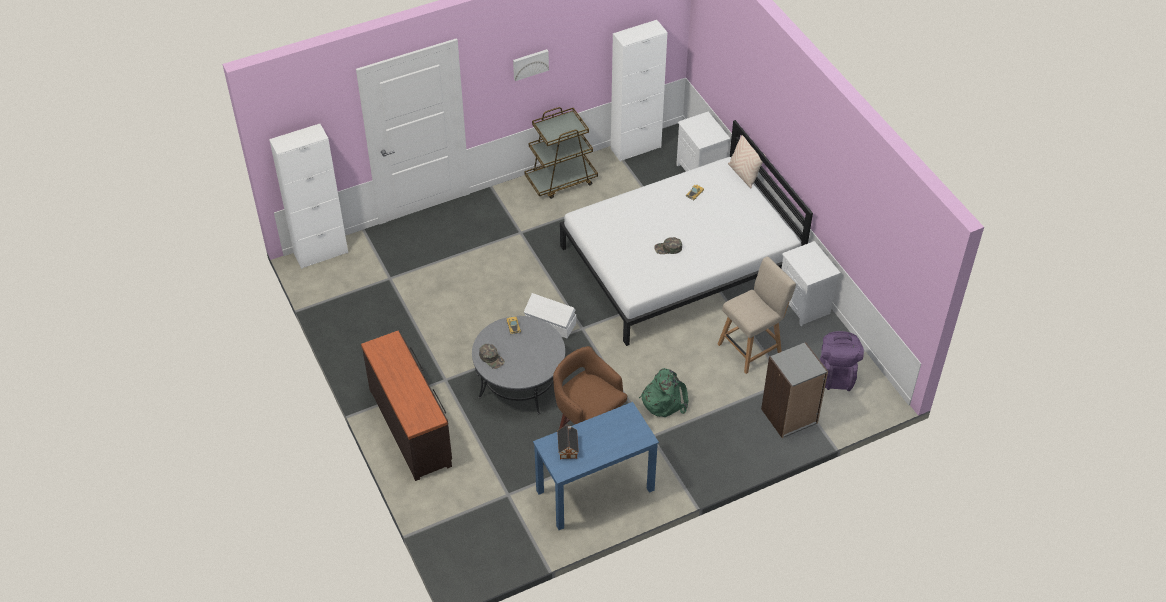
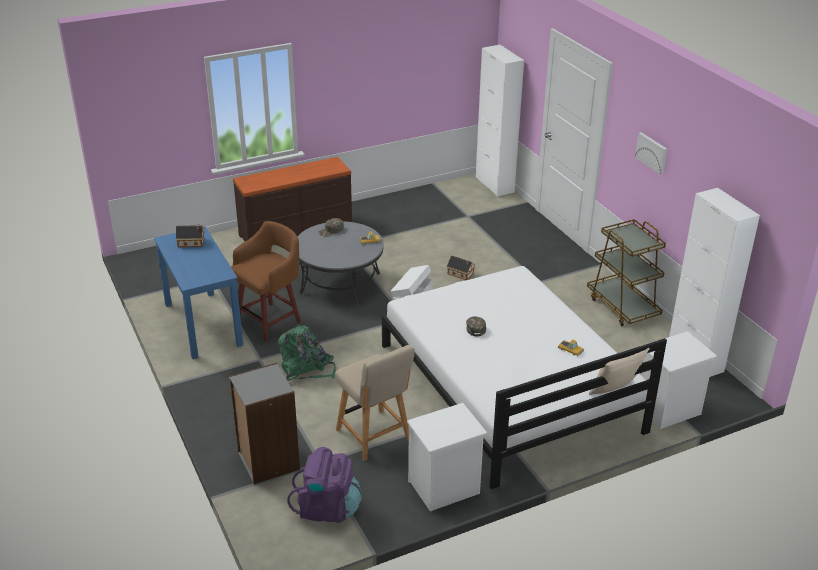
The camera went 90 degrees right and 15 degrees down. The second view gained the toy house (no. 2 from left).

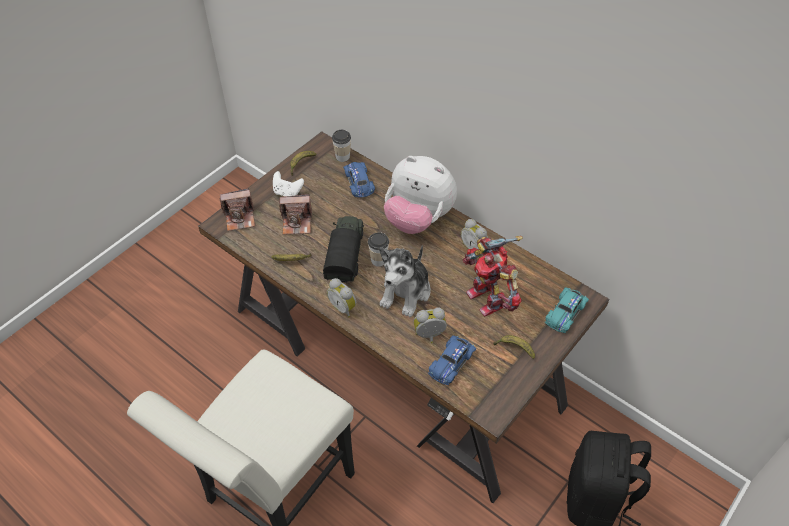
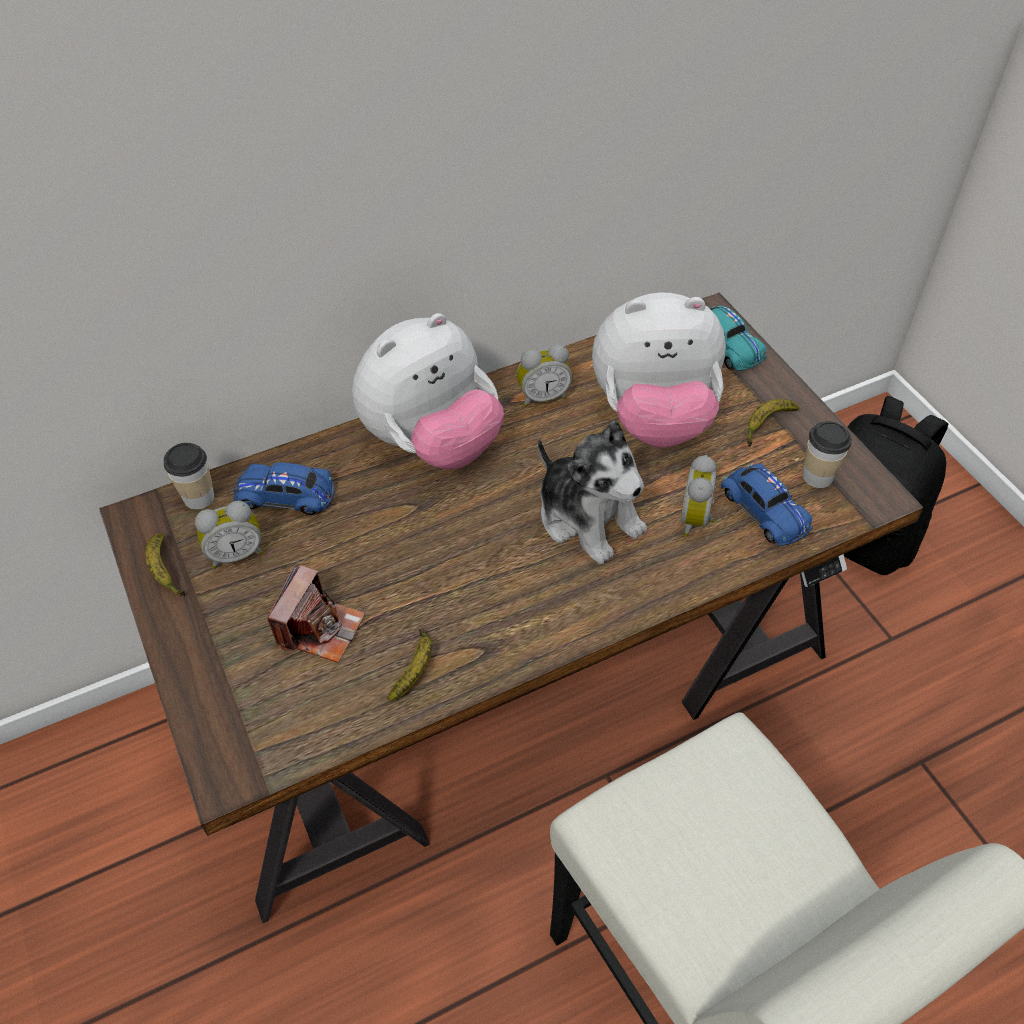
The camera went 65 degrees left and 0 degrees up. The alarm clock (no. 1 from left) ended up elsewhere. Where the toy robot stood, the plush toy (no. 3 from left) came to stand. The cup (no. 2 from left) ended up elsewhere. The second view lost the photo camera (no. 1 from left). The second view lost the white game controller. The second view lost the toy truck.

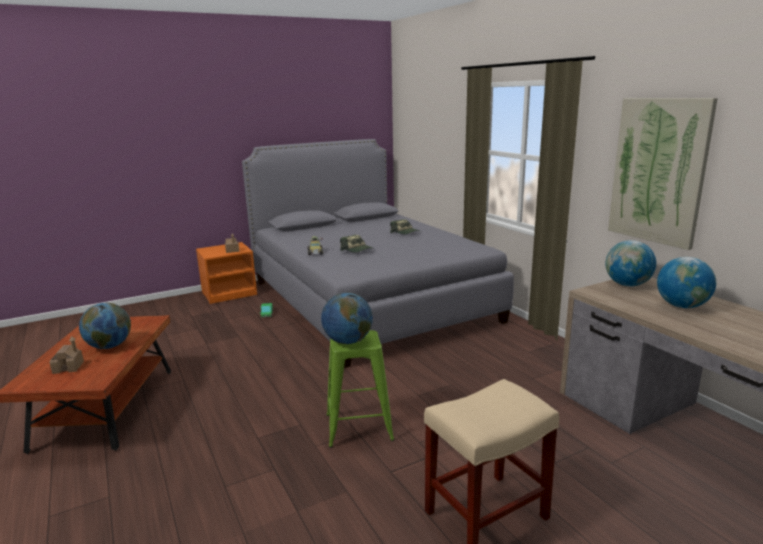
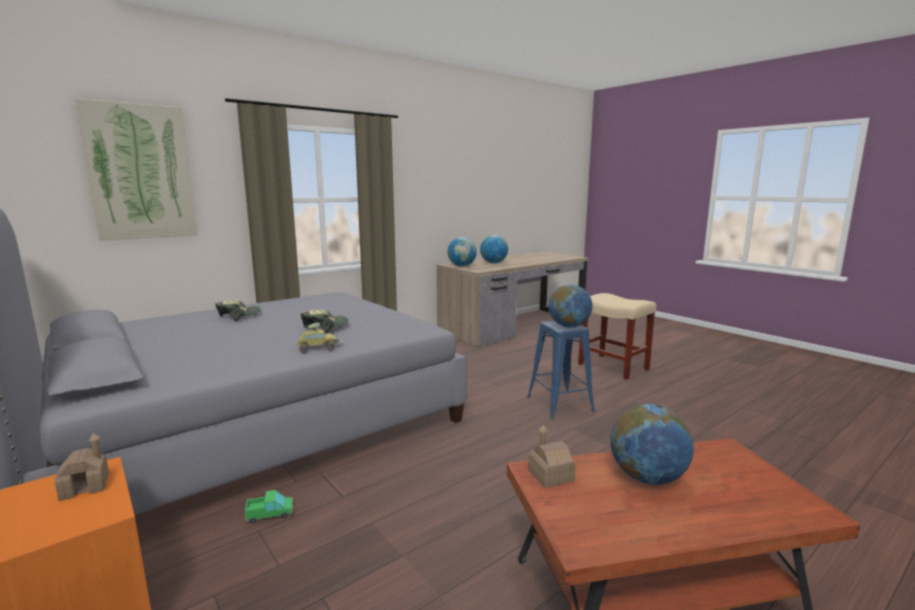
The camera went 100 degrees left and 5 degrees down. The picture ended up elsewhere. What was the green stool turned into the blue stool. The toy house (no. 1 from left in the first image) ended up elsewhere.

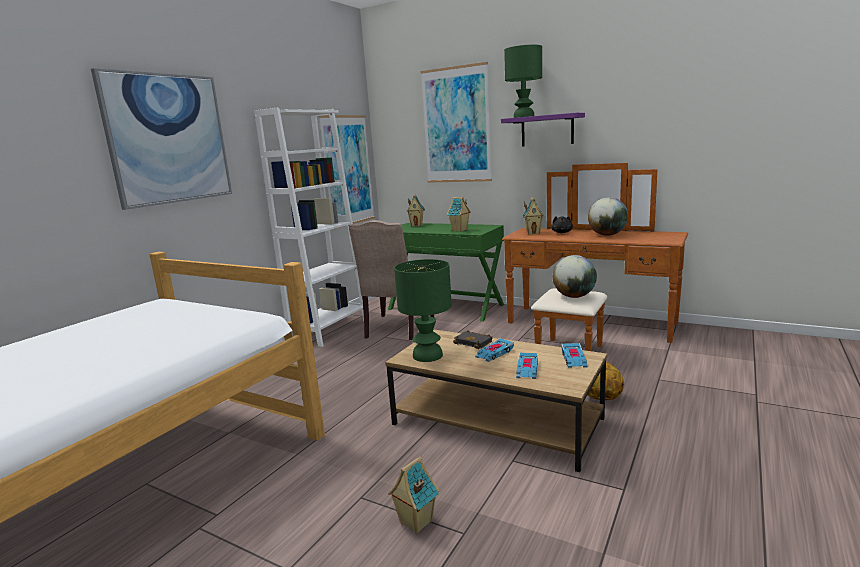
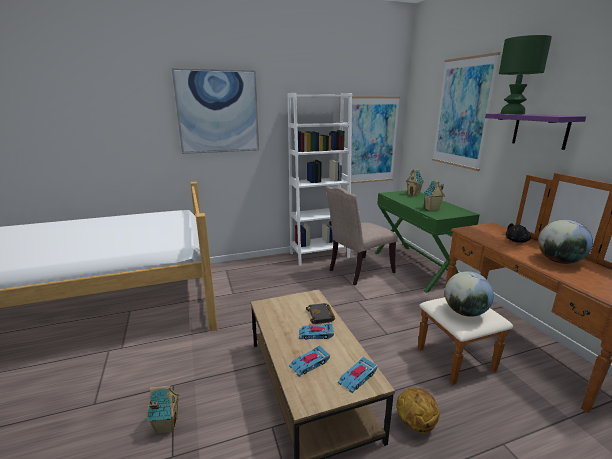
The camera went 40 degrees right and 5 degrees up. The second view lost the green table lamp (no. 1 from left). The second view lost the toy house (no. 4 from left).

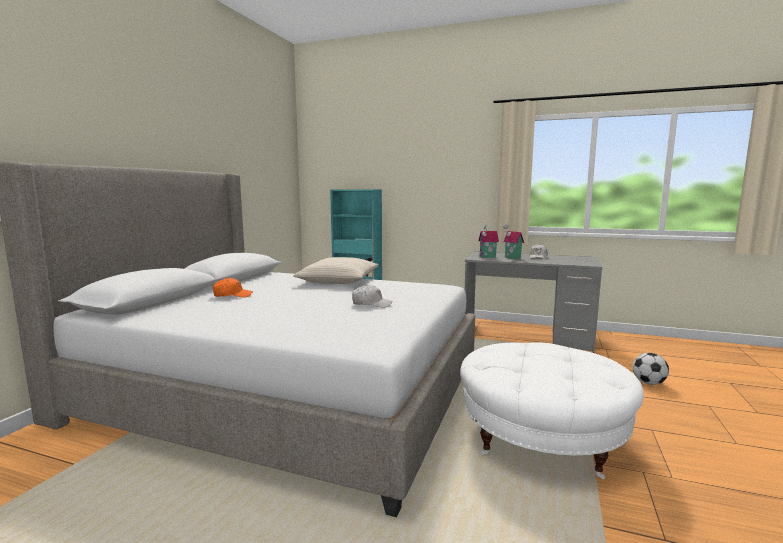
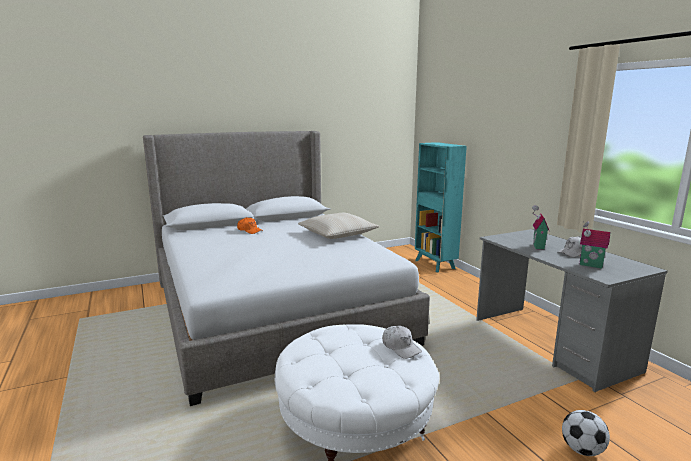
The camera went 45 degrees right and 5 degrees up. The white cap (no. 1 from left) ended up elsewhere. The toy house (no. 1 from left in the first image) ended up elsewhere.

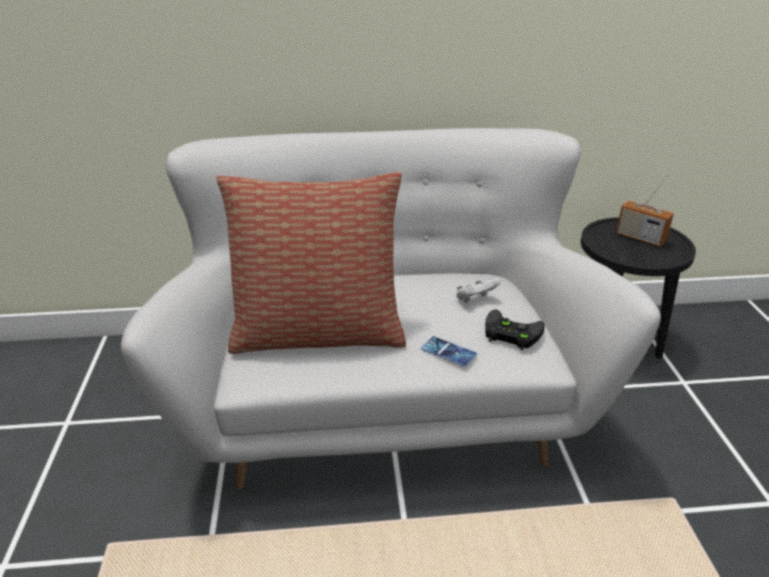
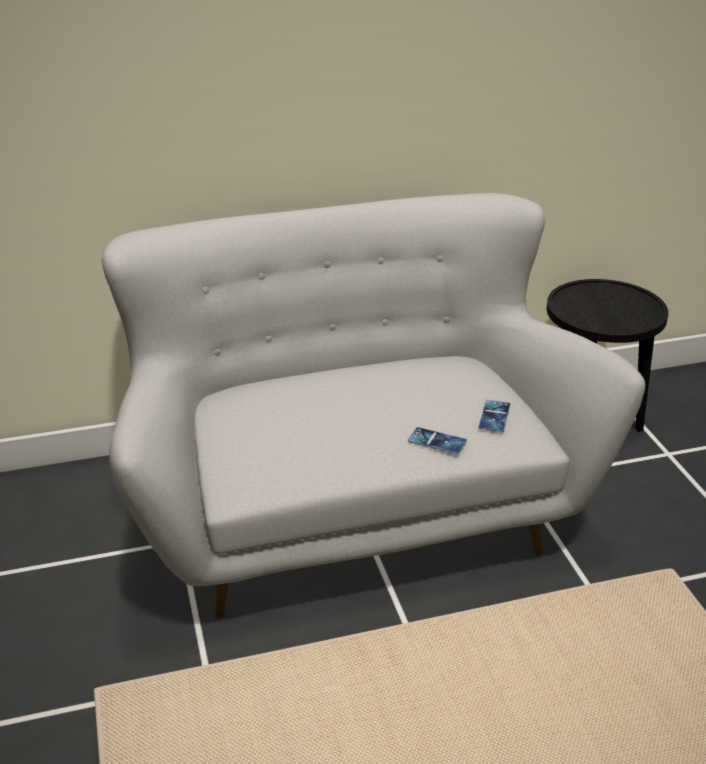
The camera went 10 degrees left and 0 degrees up. Where the black game controller stood, the phone (no. 2 from left) came to stand. The second view lost the pillow. The second view lost the white game controller. The second view lost the radio.

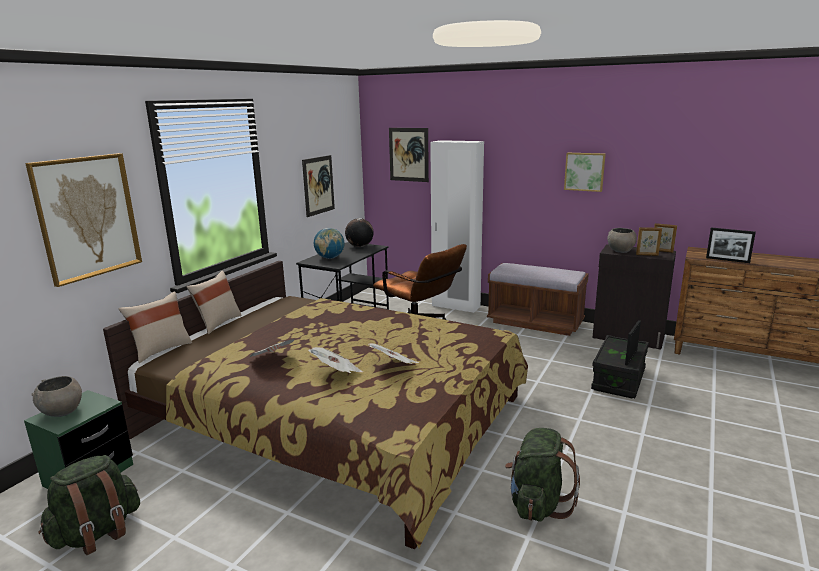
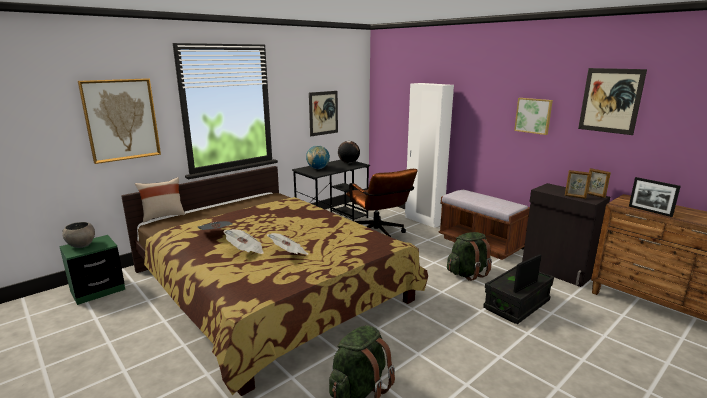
The camera went 20 degrees right and 0 degrees up. The green backpack (no. 1 from left in the first image) ended up elsewhere. The picture (no. 3 from left in the first image) ended up elsewhere. The second view lost the beige pillow (no. 2 from left). The second view lost the grey bowl (no. 2 from left).

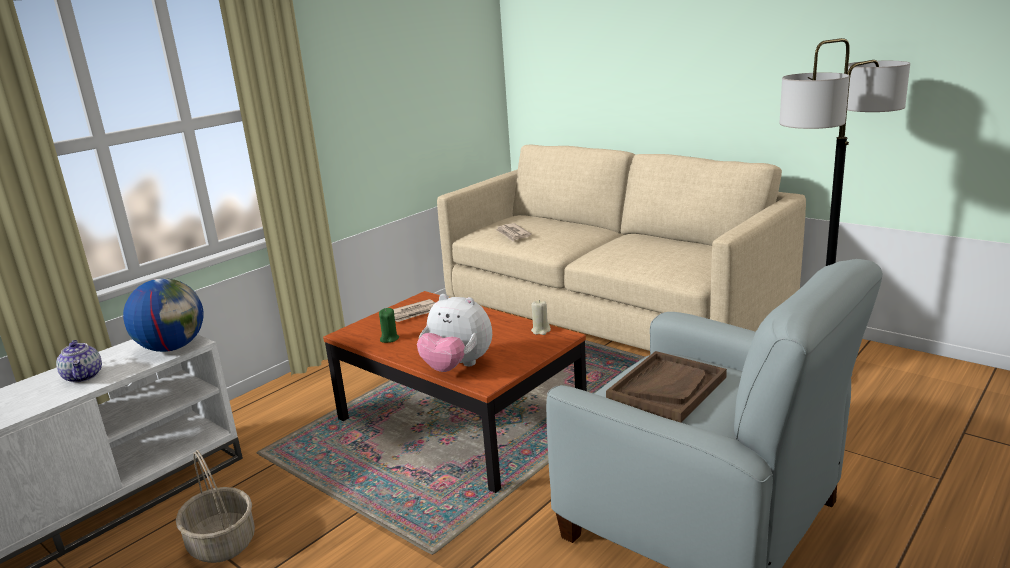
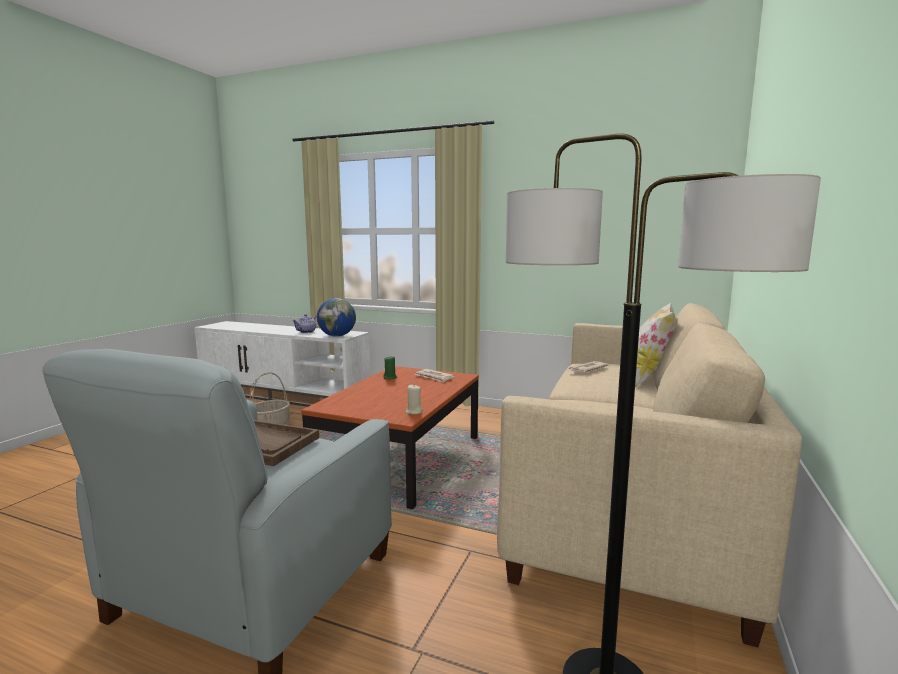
The camera went 70 degrees right and 10 degrees down. The second view gained the pillow. The second view lost the plush toy.

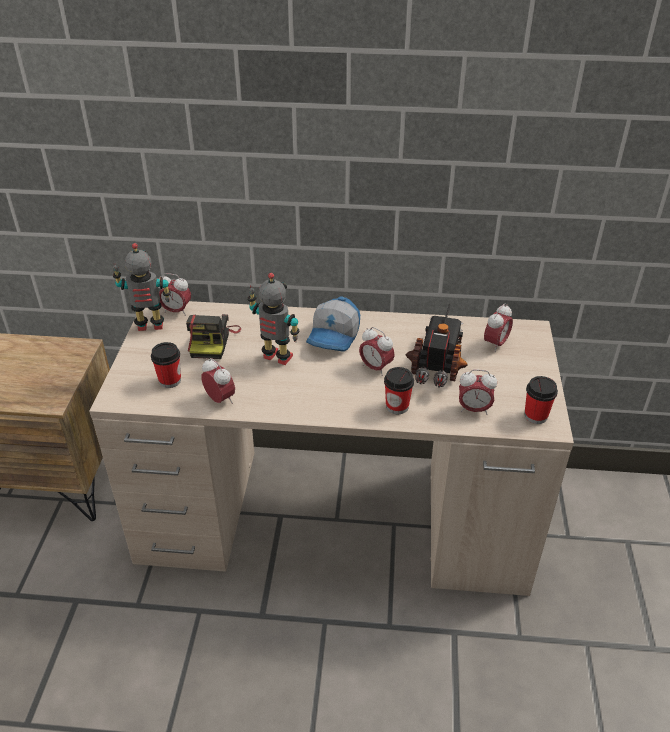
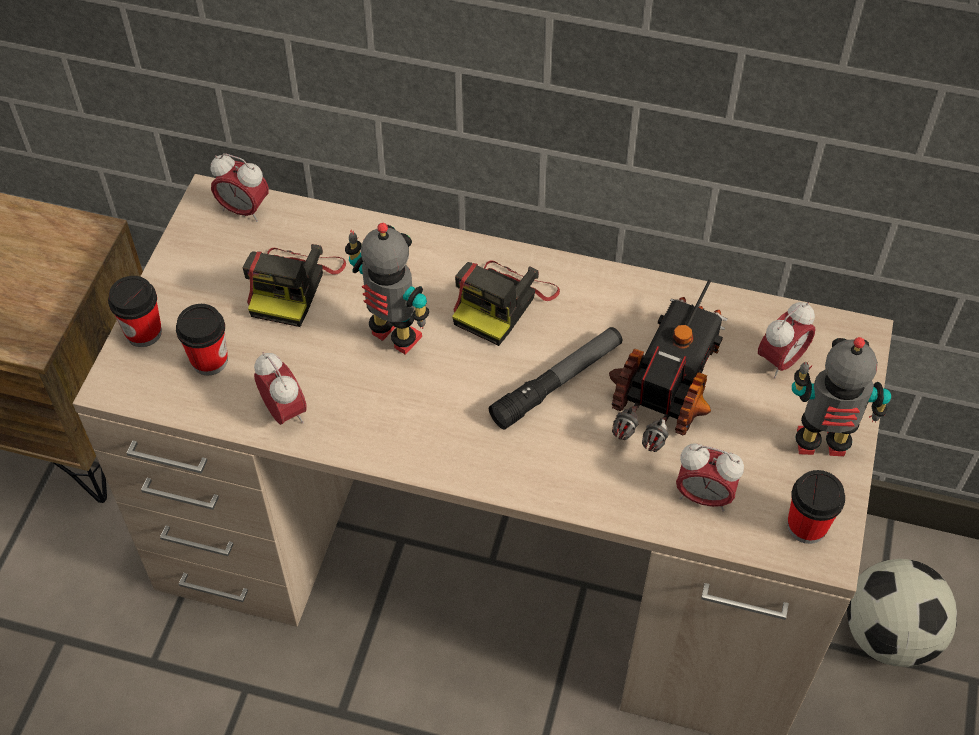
The camera went 10 degrees right and 15 degrees up. The cup (no. 2 from left in the first image) ended up elsewhere. Where the cap stood, the photo camera (no. 2 from left) came to stand. Where the alarm clock (no. 3 from left) stood, the flashlight came to stand. The toy robot (no. 1 from left in the first image) ended up elsewhere. The second view gained the football.

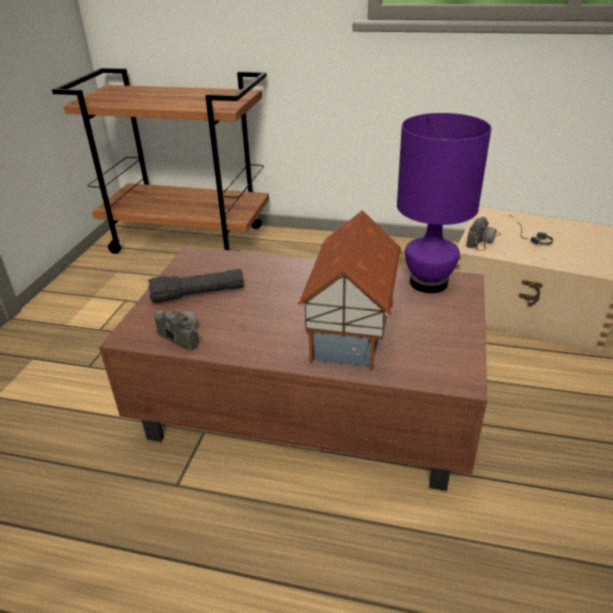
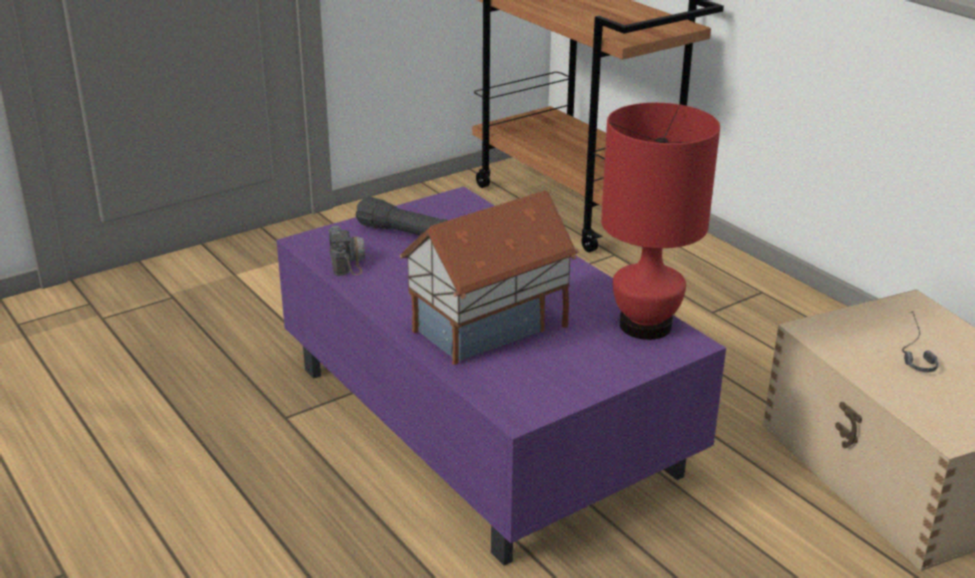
The camera went 40 degrees right and 5 degrees down. What was the brown coffee table turned into the purple coffee table. What was the purple table lamp turned into the red table lamp. The second view lost the photo camera (no. 2 from left).

